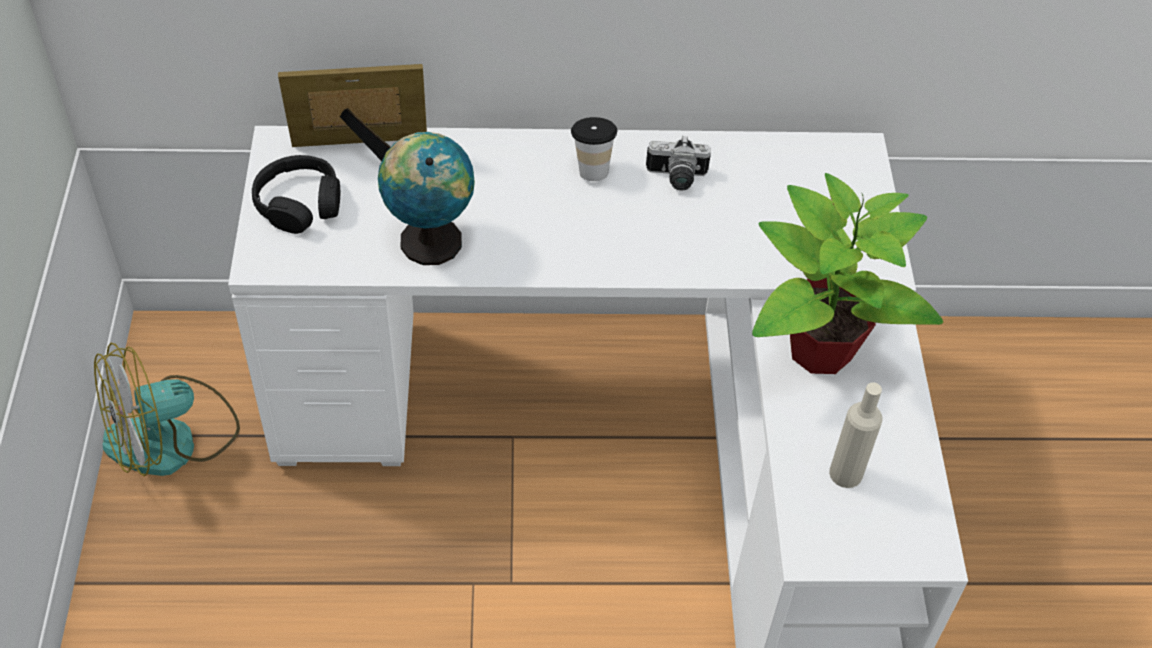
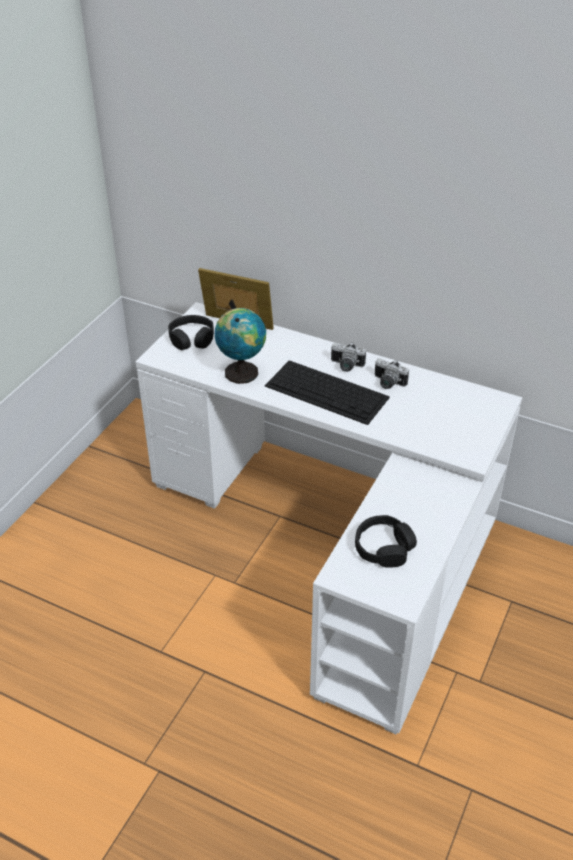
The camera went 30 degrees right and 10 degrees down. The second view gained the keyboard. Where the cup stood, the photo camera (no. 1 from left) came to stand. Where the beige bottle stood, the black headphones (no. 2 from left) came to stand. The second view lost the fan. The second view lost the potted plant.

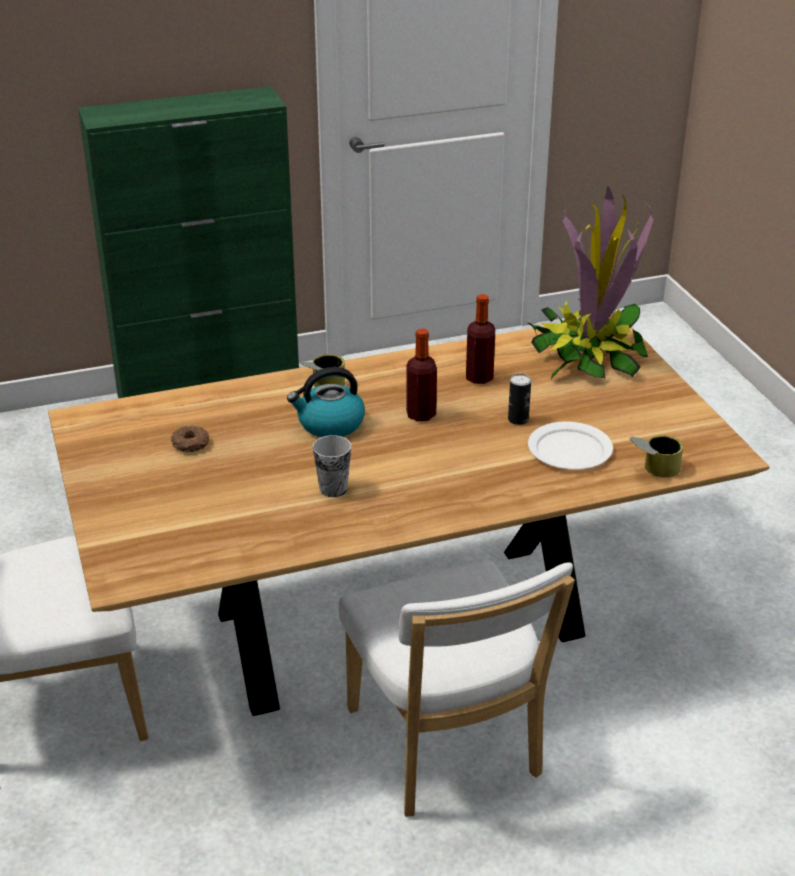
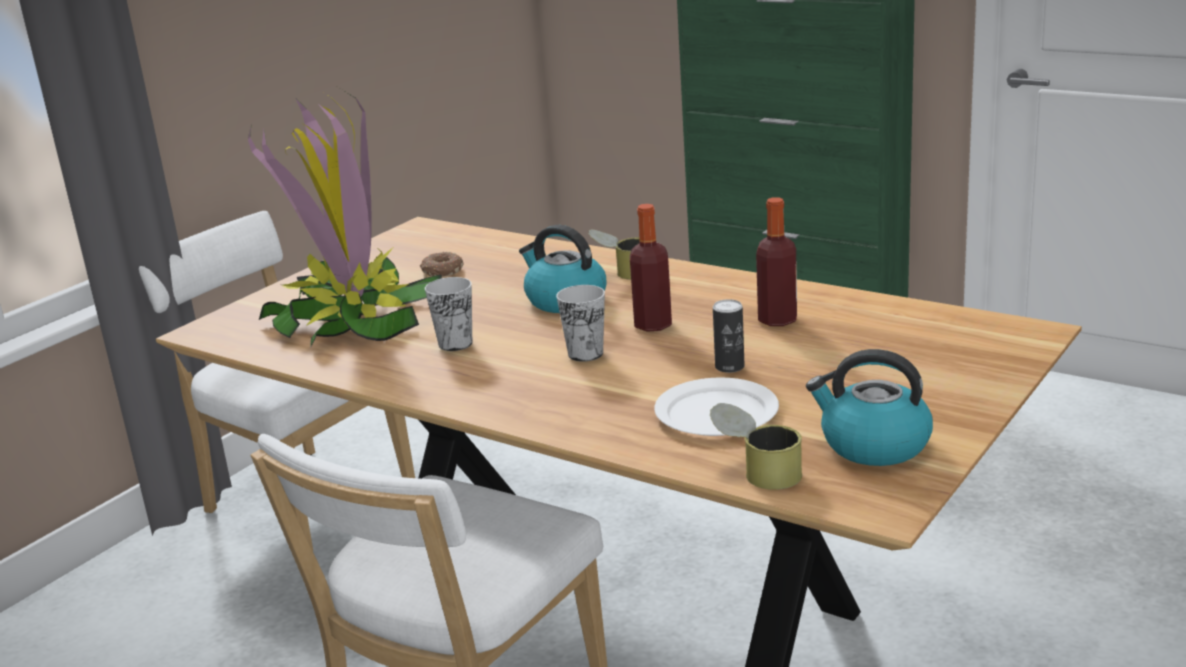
The camera went 55 degrees right and 10 degrees down. The potted plant ended up elsewhere. The second view gained the cup (no. 2 from left). The second view gained the kettle (no. 2 from left).

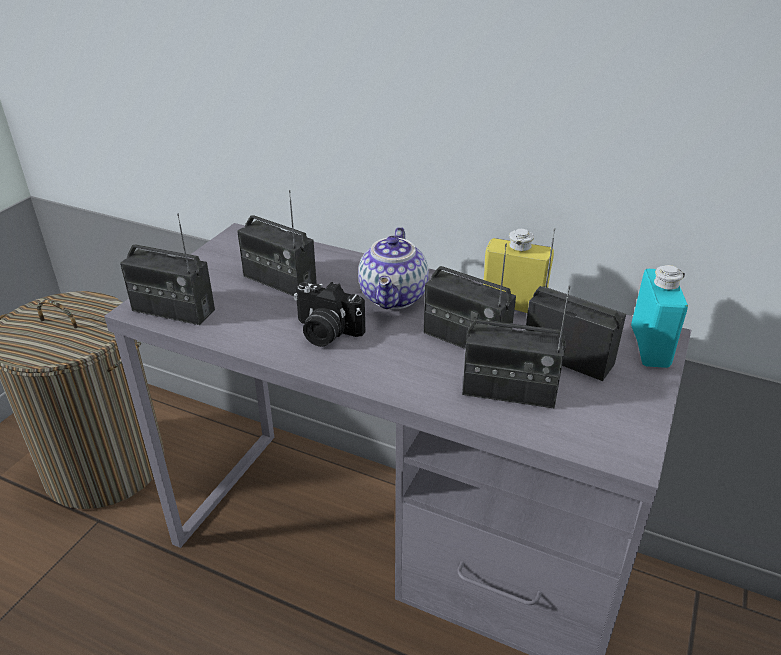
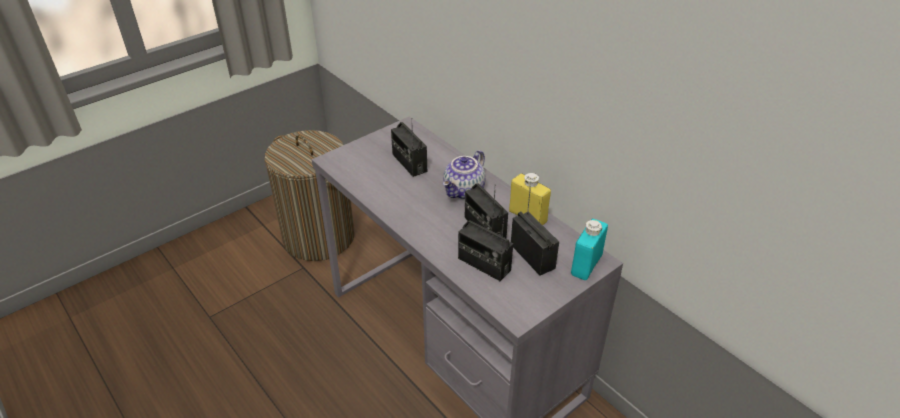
The camera went 25 degrees right and 5 degrees up. The second view lost the radio (no. 1 from left). The second view lost the photo camera.

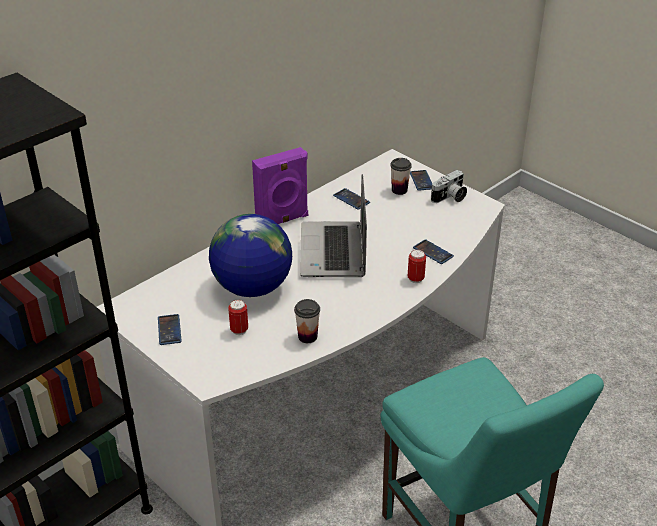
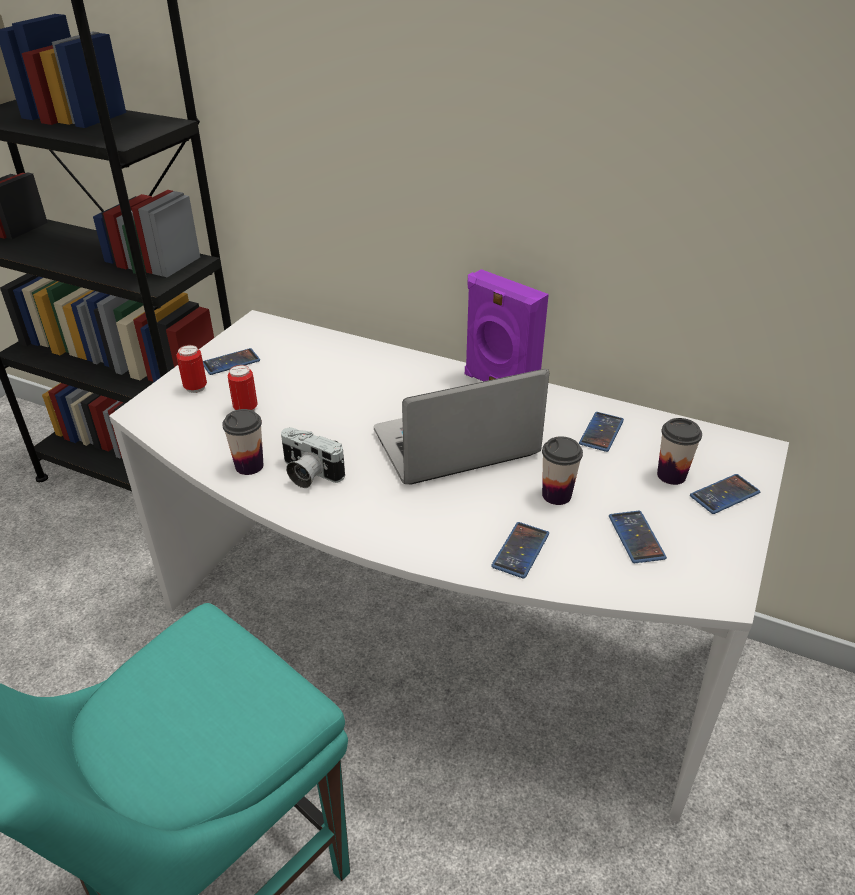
The camera went 70 degrees right and 0 degrees up. The can (no. 2 from left in the first image) ended up elsewhere. The photo camera ended up elsewhere. The second view gained the cup (no. 2 from left). The second view gained the phone (no. 4 from left). The second view lost the globe.

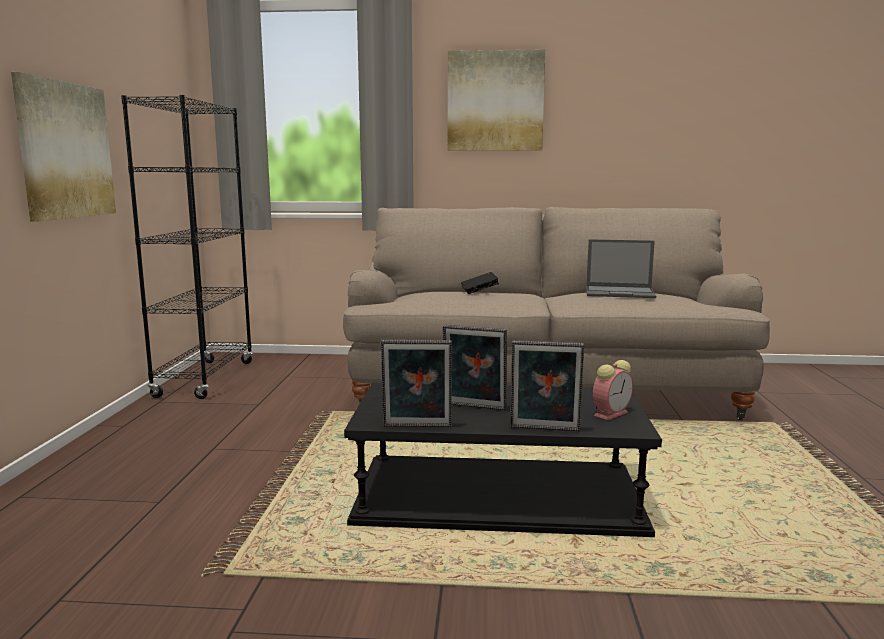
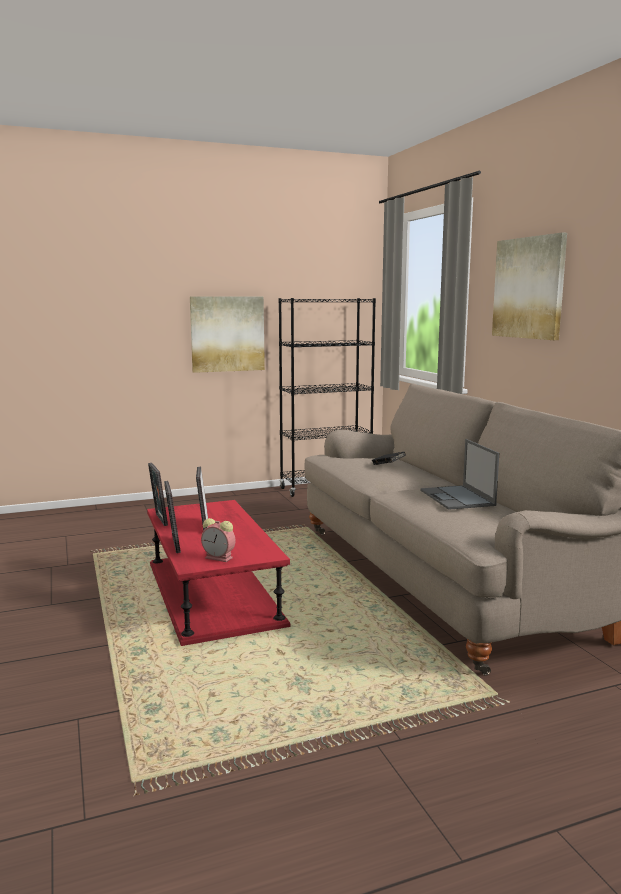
The camera went 65 degrees right and 0 degrees up. What was the black coffee table turned into the red coffee table.

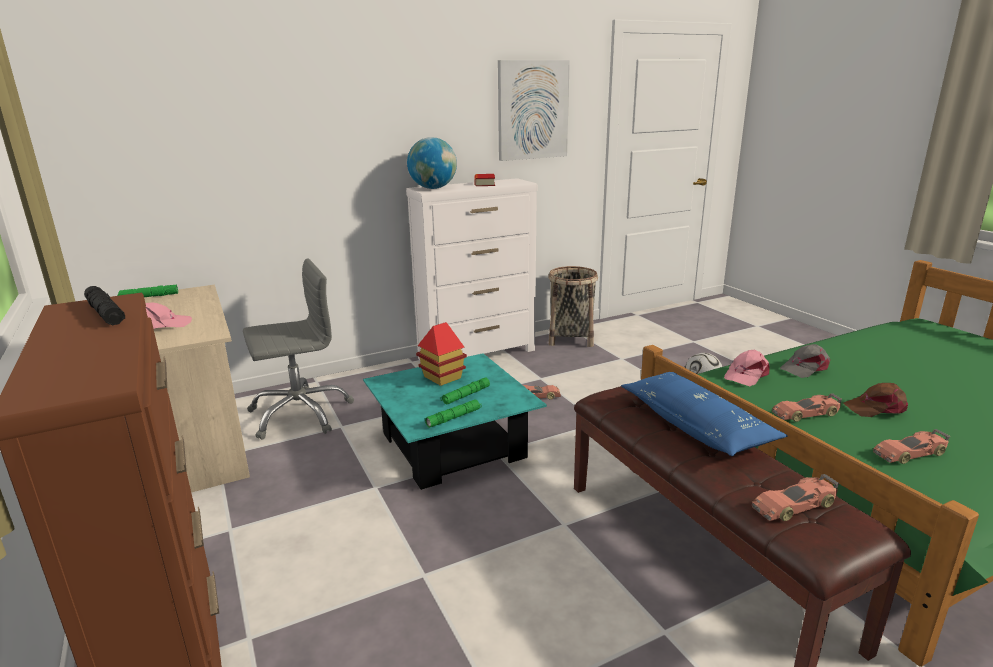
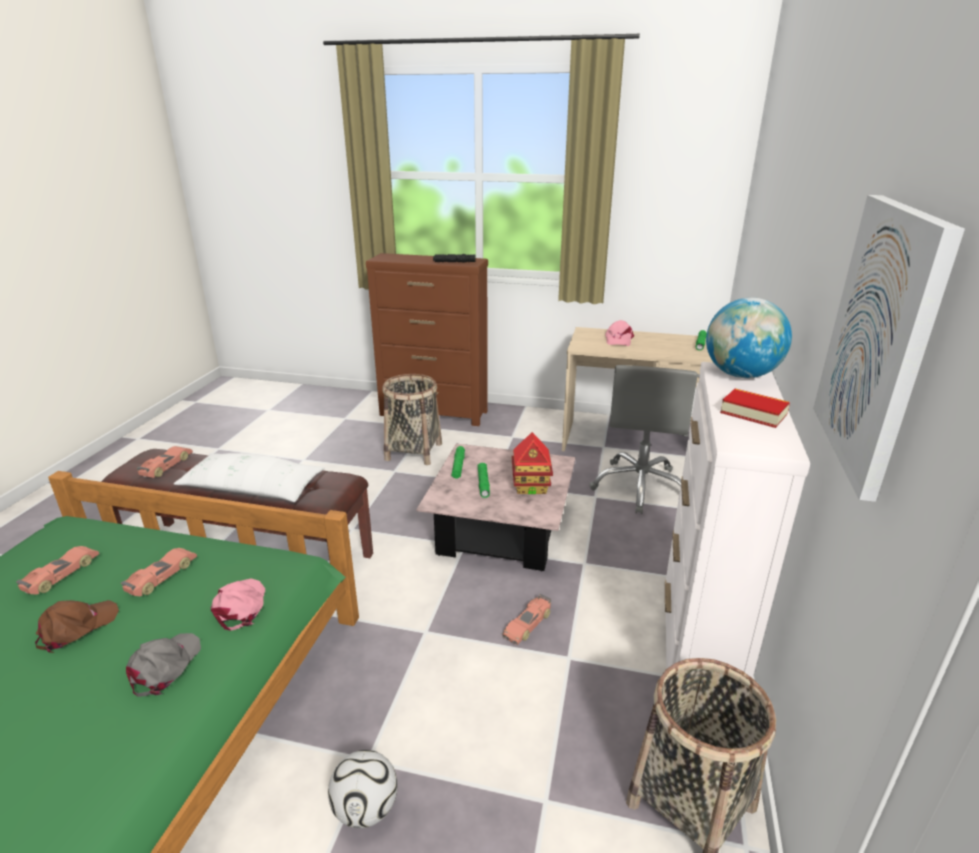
The camera went 130 degrees right and 5 degrees up. What was the blue pillow turned into the white pillow. The second view gained the basket (no. 1 from left). What was the turquoise coffee table turned into the pink coffee table.

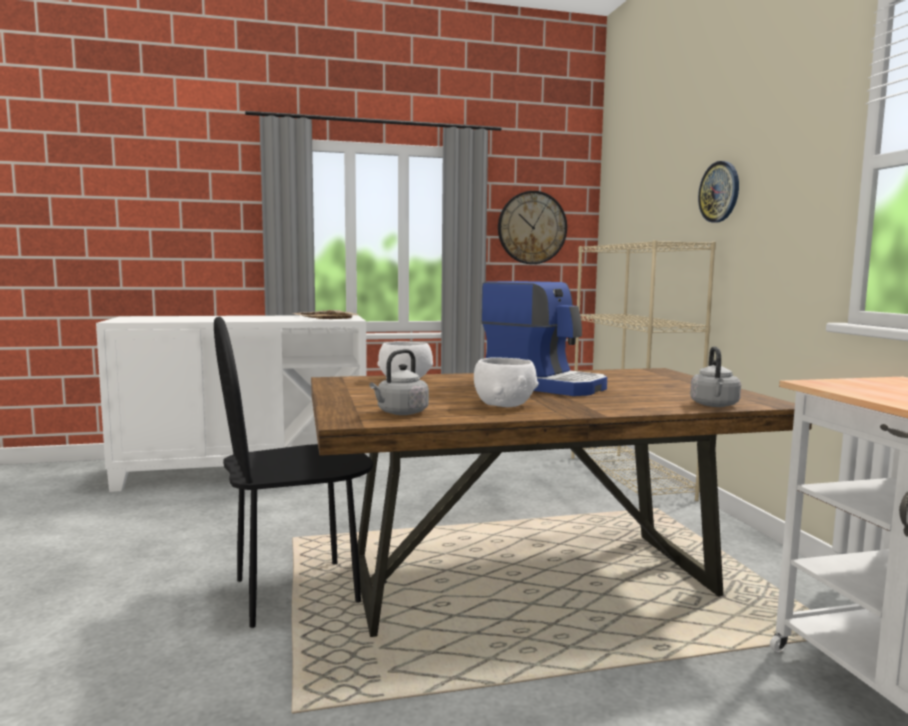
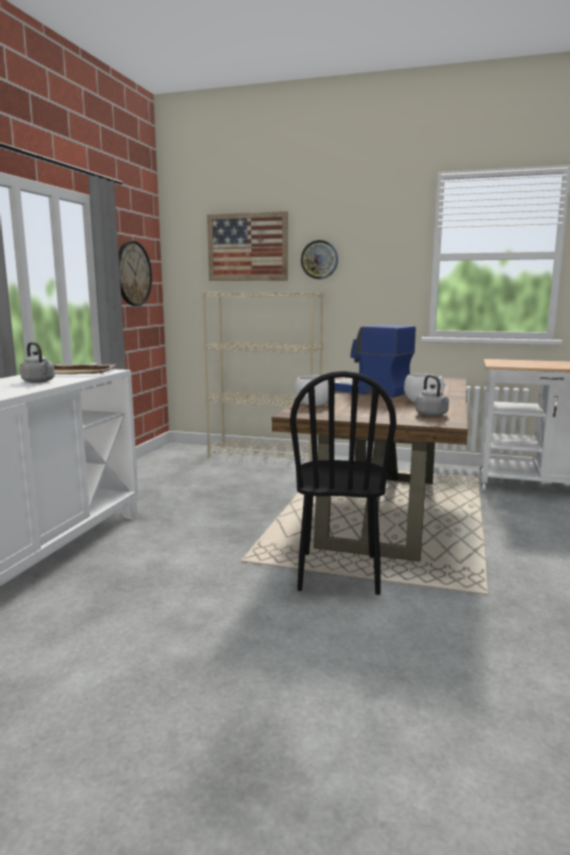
The camera went 60 degrees left and 5 degrees up. The grey kettle (no. 2 from left in the first image) ended up elsewhere. The second view gained the picture. The coffee machine ended up facing another way, 120 degrees counterclockwise from before.

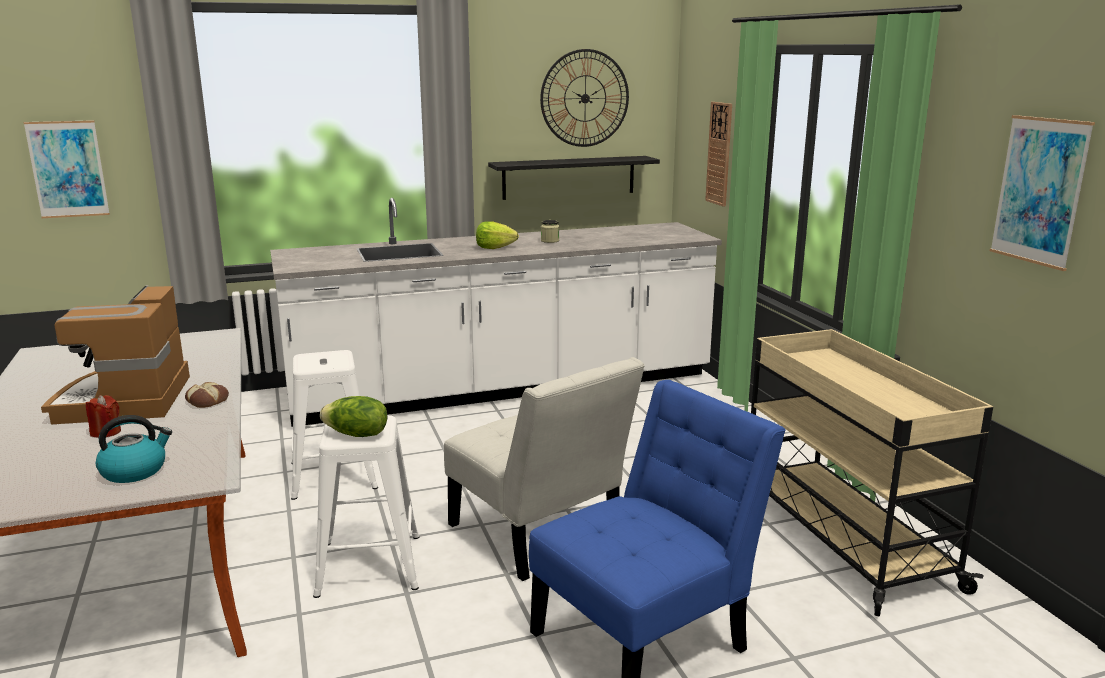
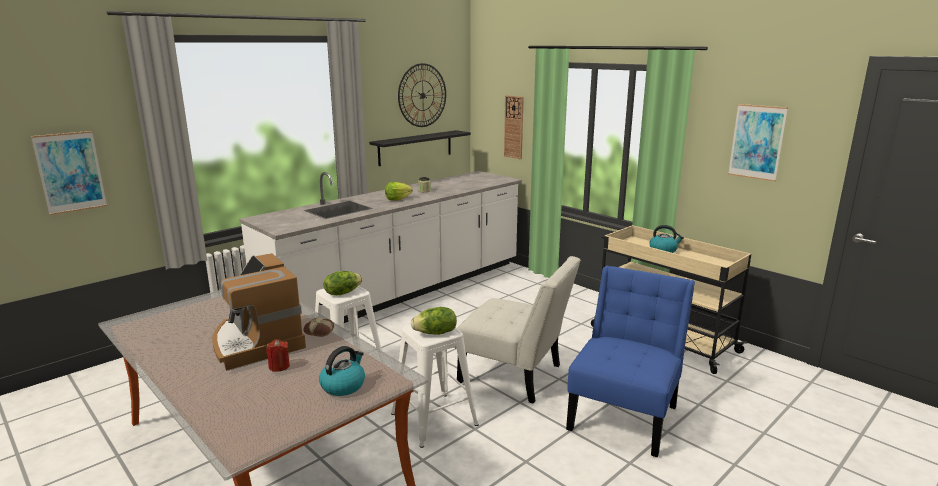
The camera went 25 degrees left and 0 degrees up. The second view gained the lettuce (no. 1 from left). The second view gained the kettle (no. 2 from left).

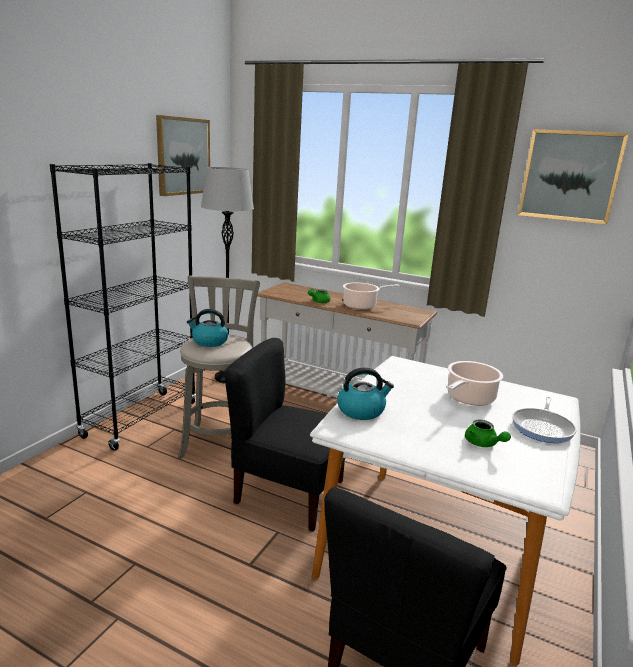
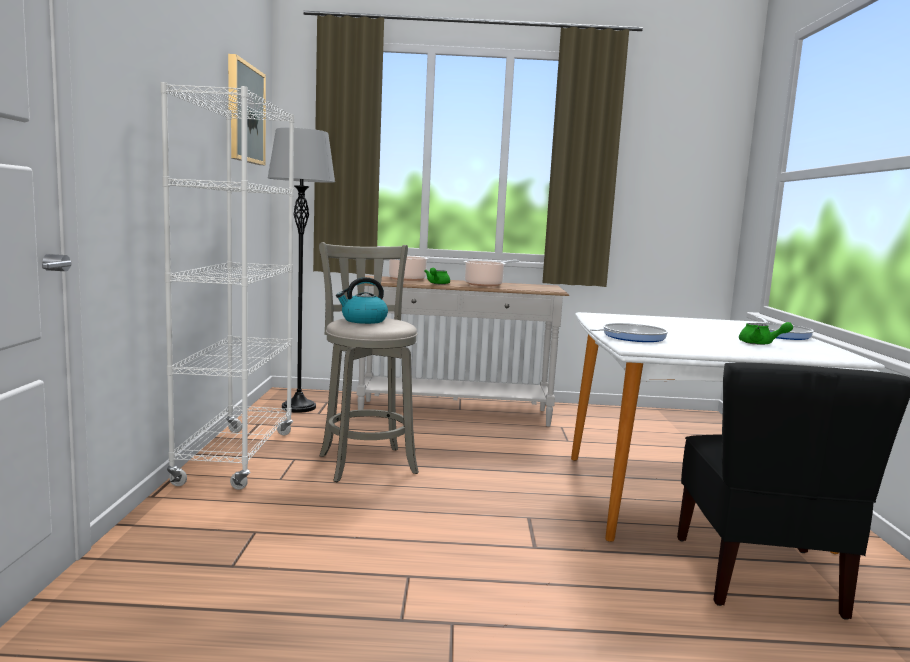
The camera went 25 degrees left and 10 degrees down. What was the black bookcase turned into the white bookcase. The cooking pot (no. 2 from left in the first image) ended up elsewhere. Where the kettle (no. 2 from left) stood, the frying pan (no. 1 from left) came to stand. The second view lost the black chair (no. 1 from left). The second view lost the picture (no. 2 from left).

